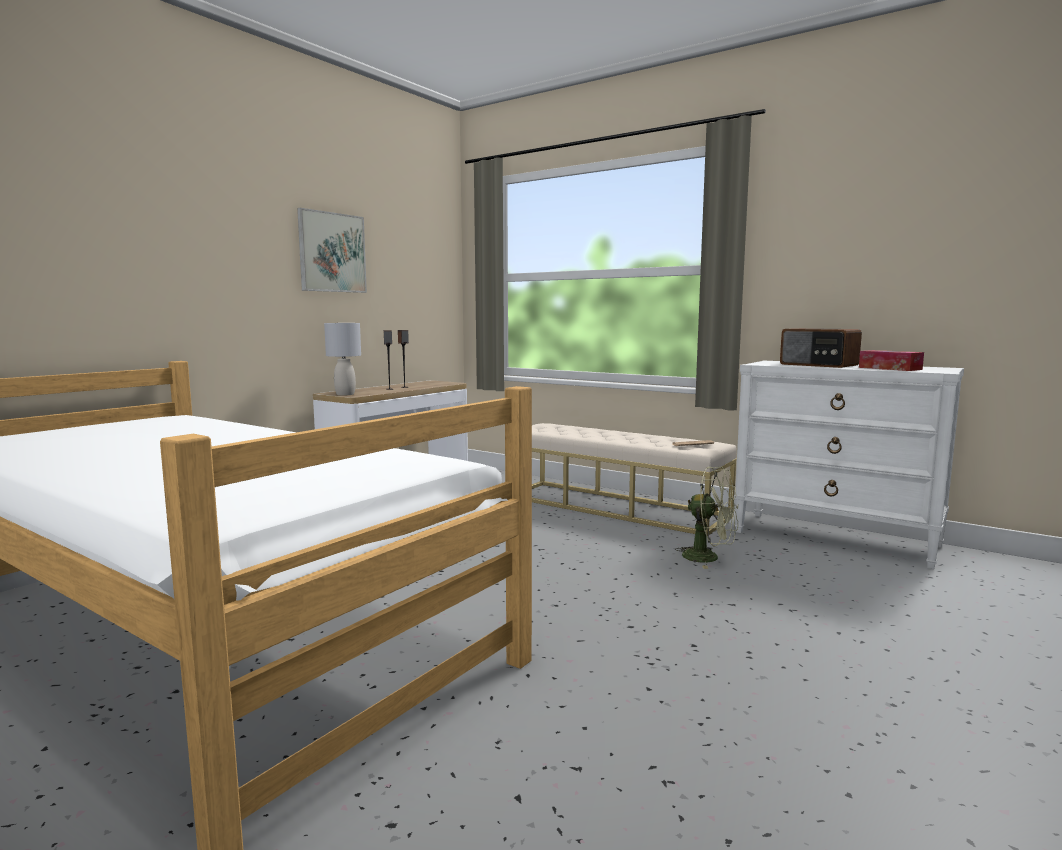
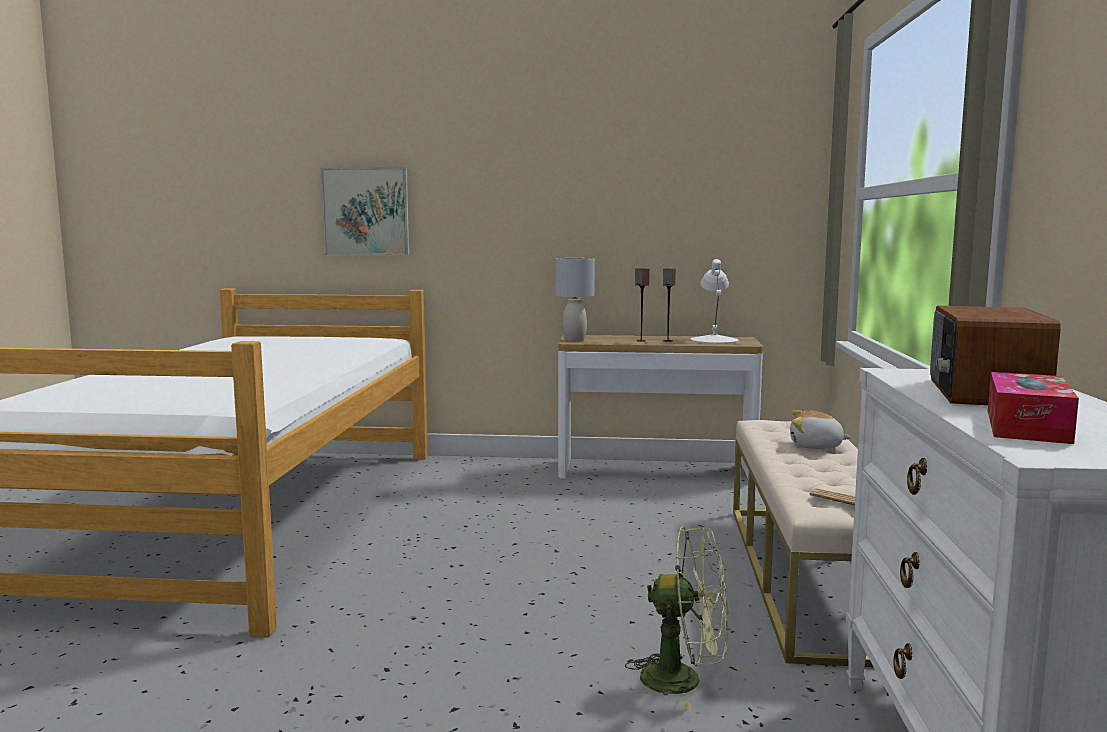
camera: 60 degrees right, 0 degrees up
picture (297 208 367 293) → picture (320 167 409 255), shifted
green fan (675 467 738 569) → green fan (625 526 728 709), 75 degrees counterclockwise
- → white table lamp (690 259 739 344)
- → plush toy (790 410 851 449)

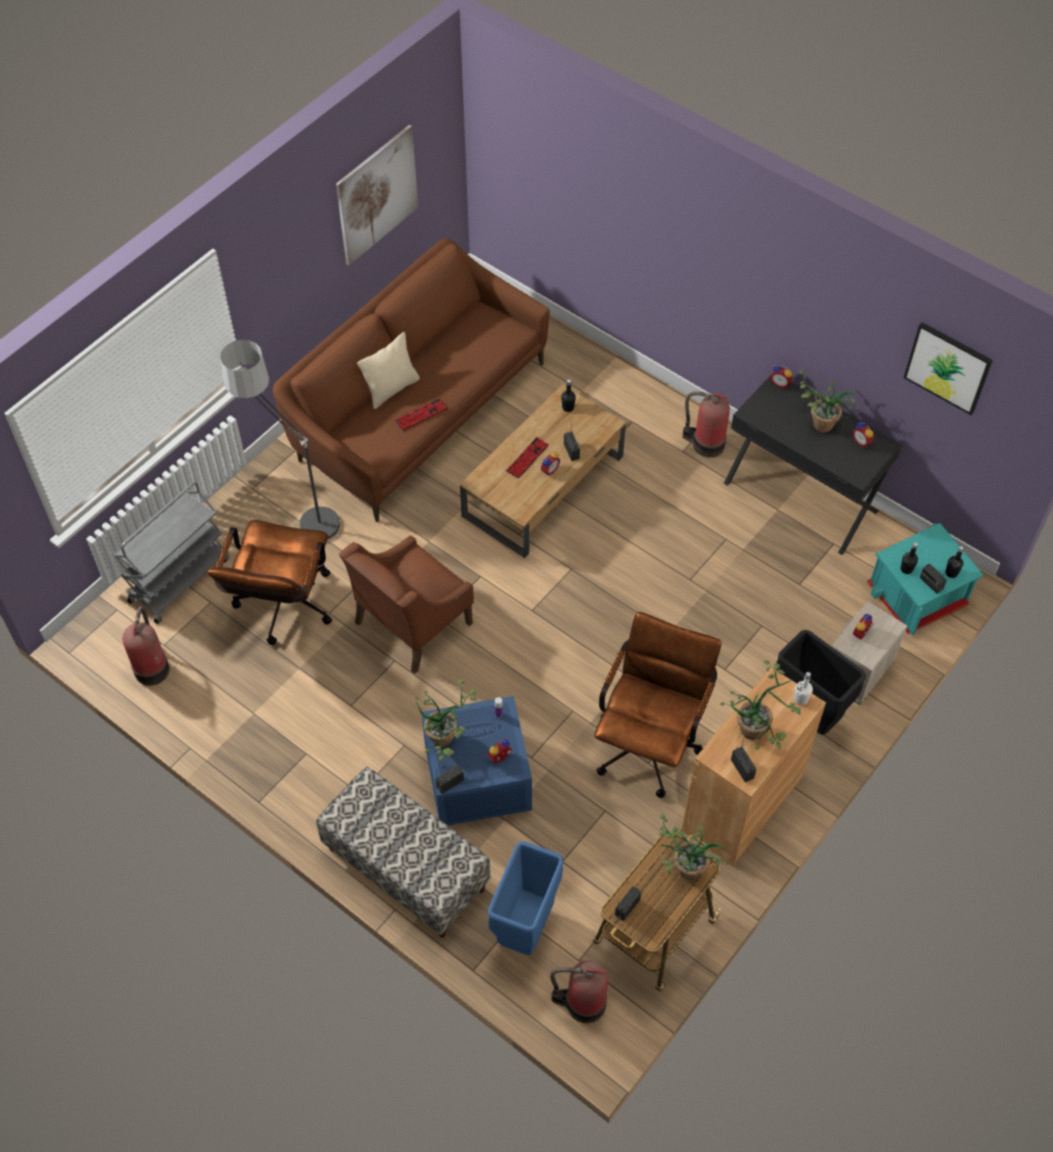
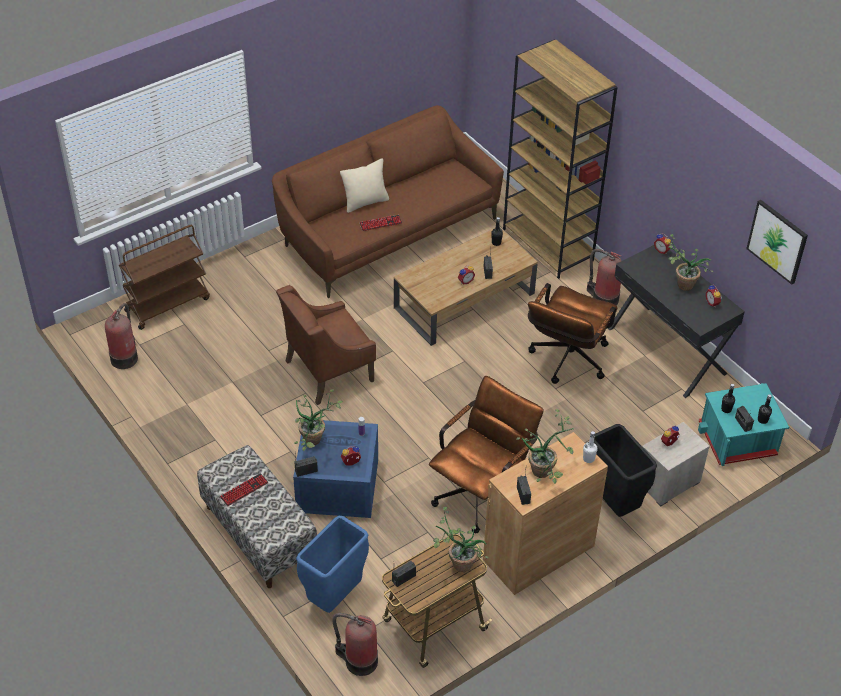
camera: 15 degrees right, 10 degrees down
picture (336 125 418 265) → -
floor lamp (220 340 340 542) → -
keyboard (506 437 549 479) → keyboard (220 473 268 506), shifted
grey cart (114 482 229 624) → brown cart (119 225 210 330)
brown office chair (207 520 332 645) → brown office chair (528 283 617 384), shifted
- → brown bookcase (503 40 618 279)

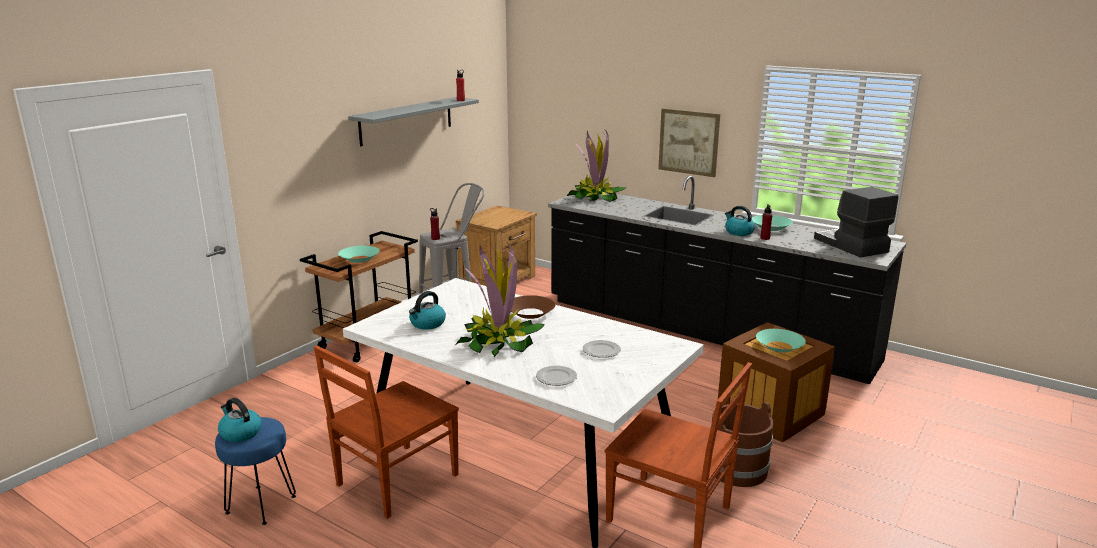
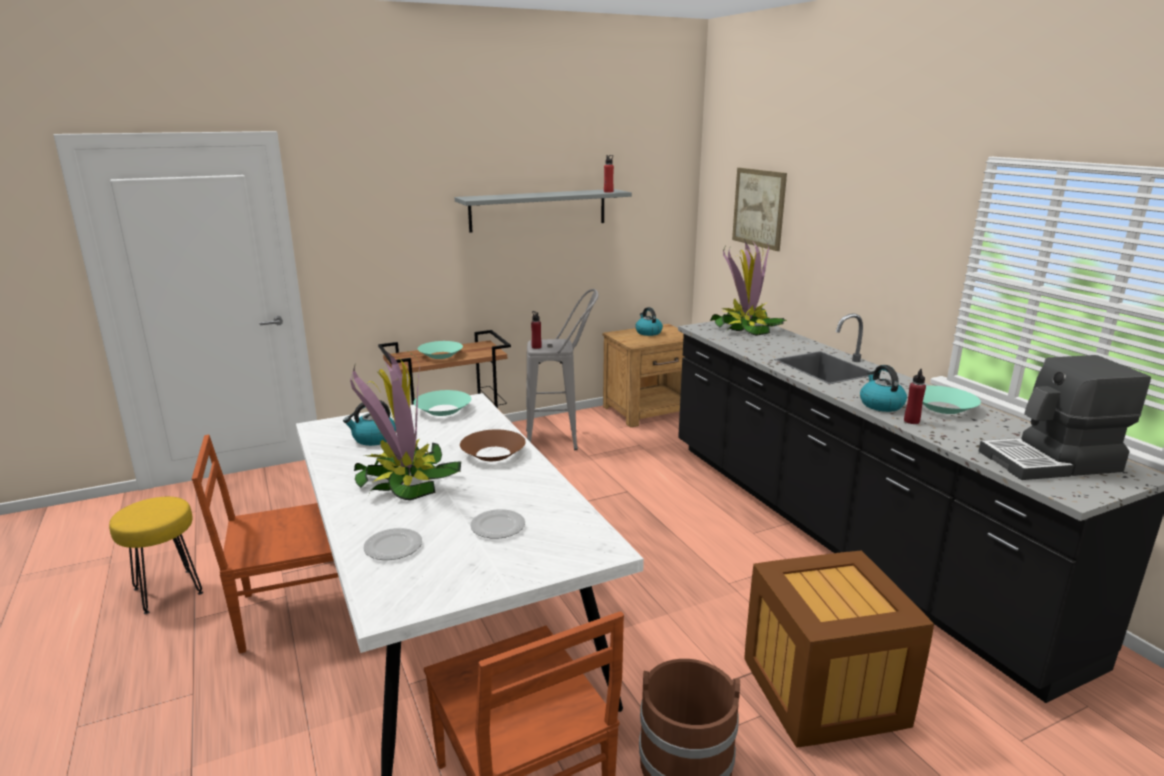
camera: 30 degrees right, 0 degrees up
picture (658 108 720 177) → picture (732 168 787 251), shifted
coffee machine (814 187 899 257) → coffee machine (979 355 1151 480), 105 degrees counterclockwise
turquoise bowl (756 329 806 352) → turquoise bowl (413 390 471 416), shifted
kettle (218 398 261 442) → kettle (635 307 663 336), shifted
blue stool (215 417 296 525) → yellow stool (109 497 203 614)

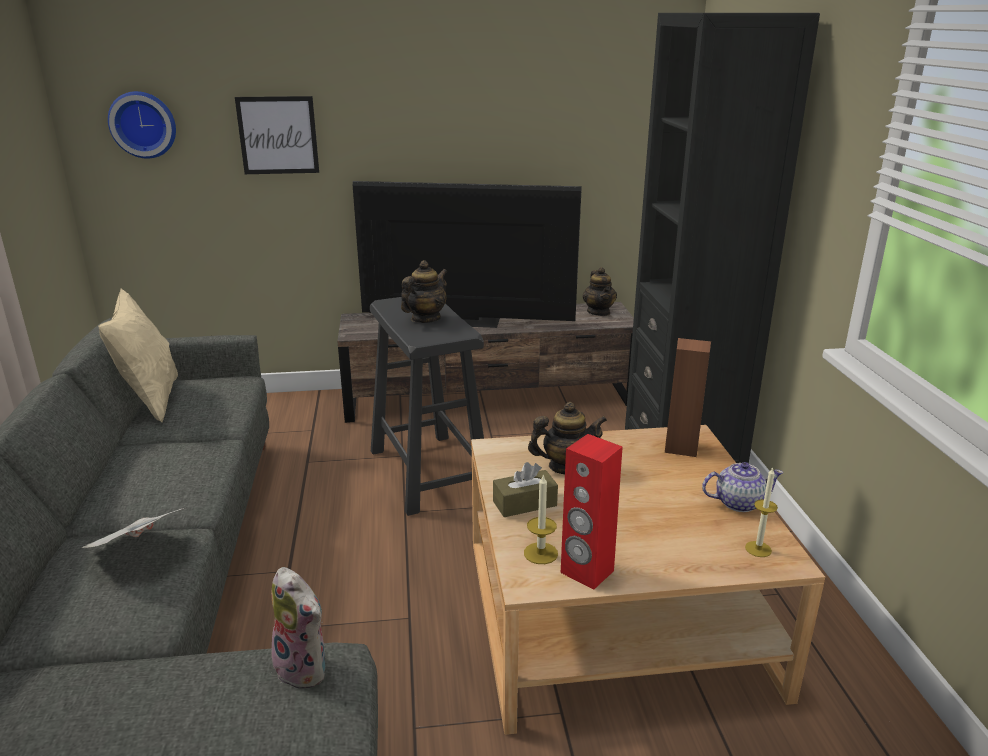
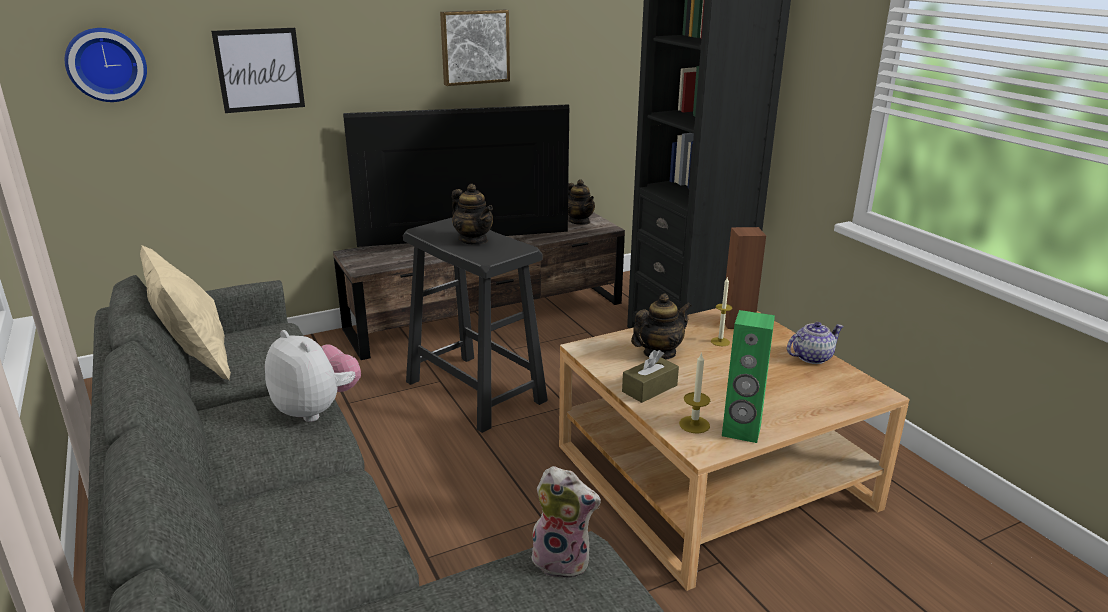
camera: 20 degrees left, 0 degrees up
teapot (401 260 447 323) → teapot (452 184 493 245), 120 degrees clockwise
red speaker (561 434 622 589) → green speaker (722 310 775 443)
candle (745 467 778 557) → candle (711 276 732 346), shifted
newspaper (82 508 185 548) → -
- → picture (440 10 510 86)
- → plush toy (265 330 361 422)

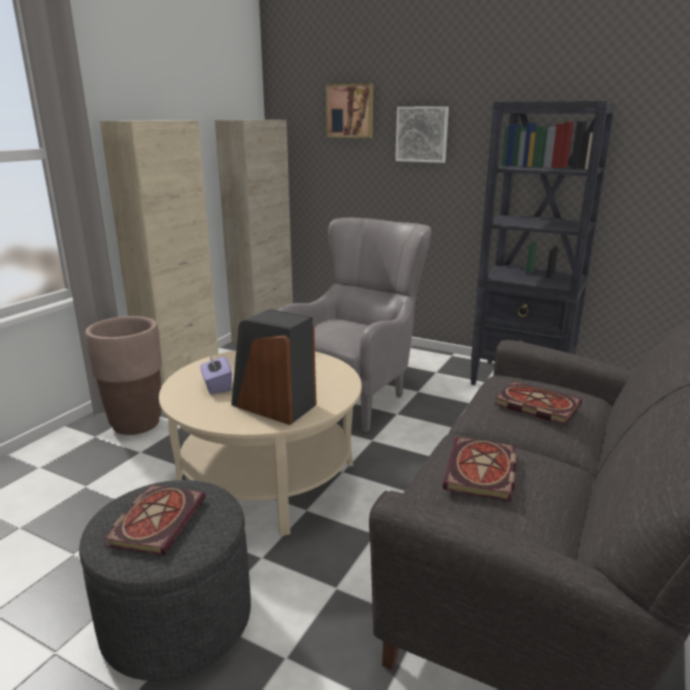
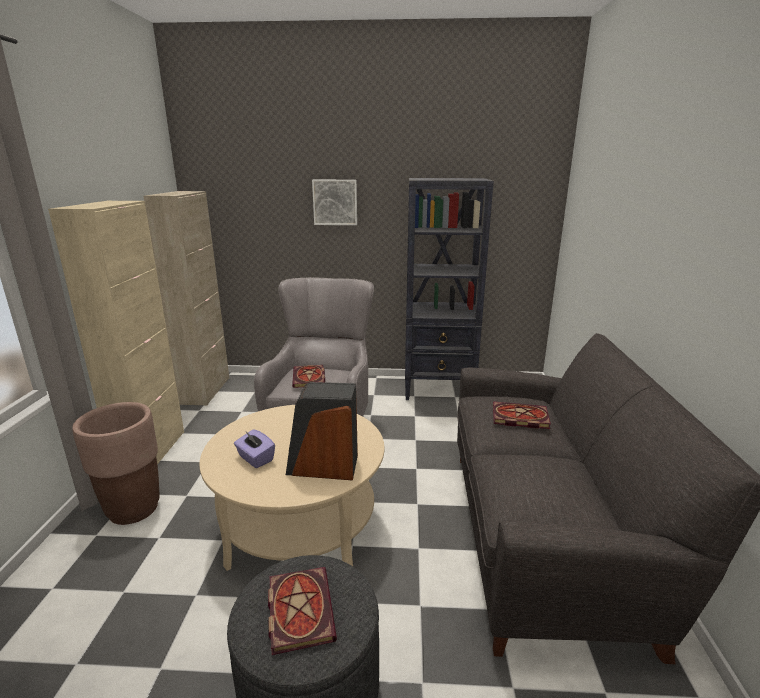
camera: 25 degrees left, 0 degrees up
picture (326 83 373 138) → -
book (443 437 516 502) → book (292 365 325 388), shifted

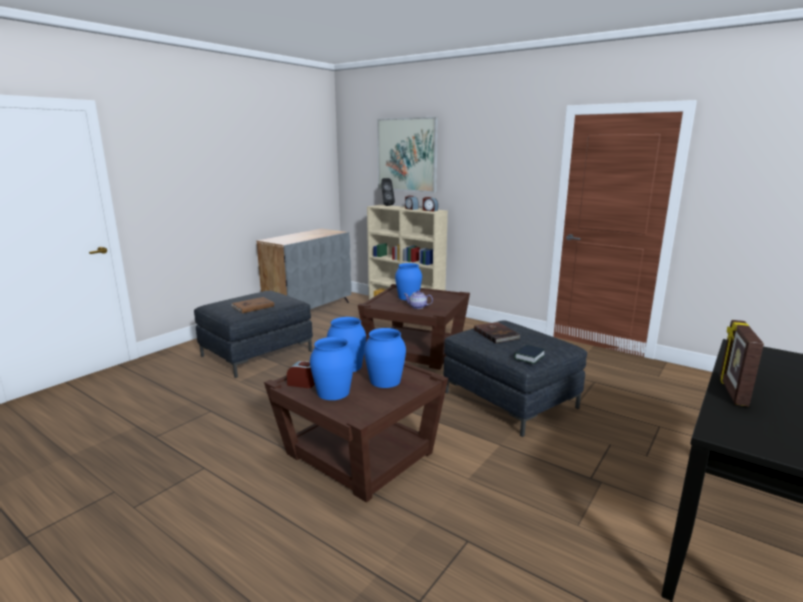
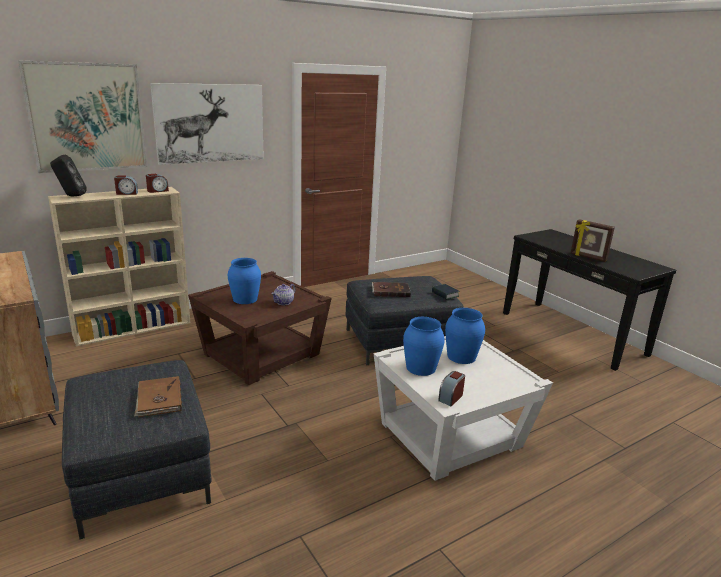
camera: 70 degrees left, 5 degrees up
blue vase (310 337 354 400) → -
brown side table (264 355 448 503) → white side table (373 336 553 481)
- → picture (150 83 264 165)

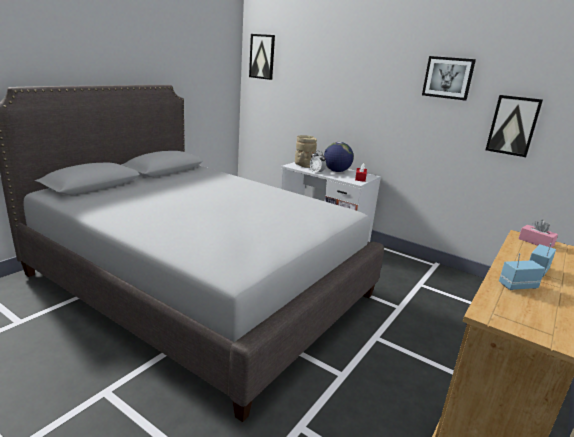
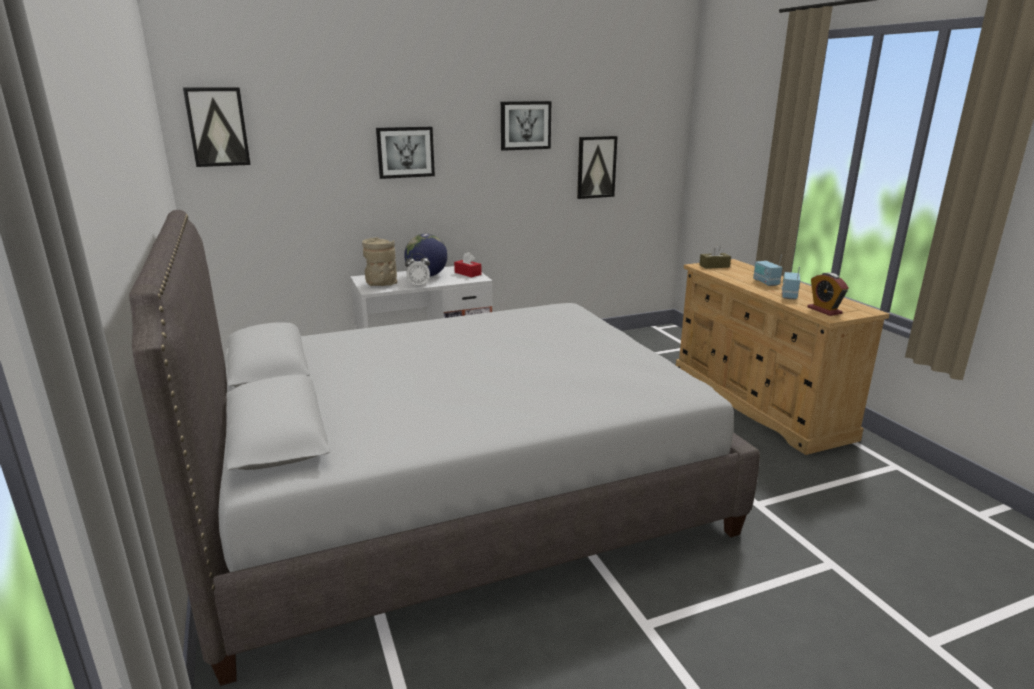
camera: 55 degrees left, 0 degrees up
pink tissue box (518 220 558 248) → brown tissue box (699 244 731 269)
- → picture (376 127 435 179)
- → alarm clock (807 272 849 316)

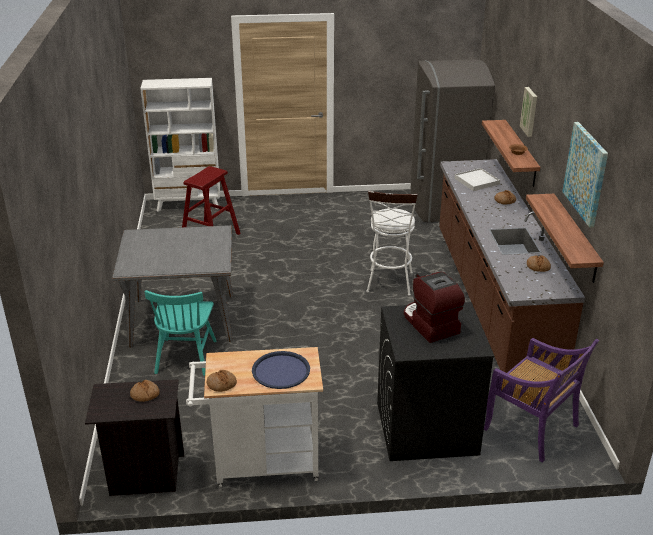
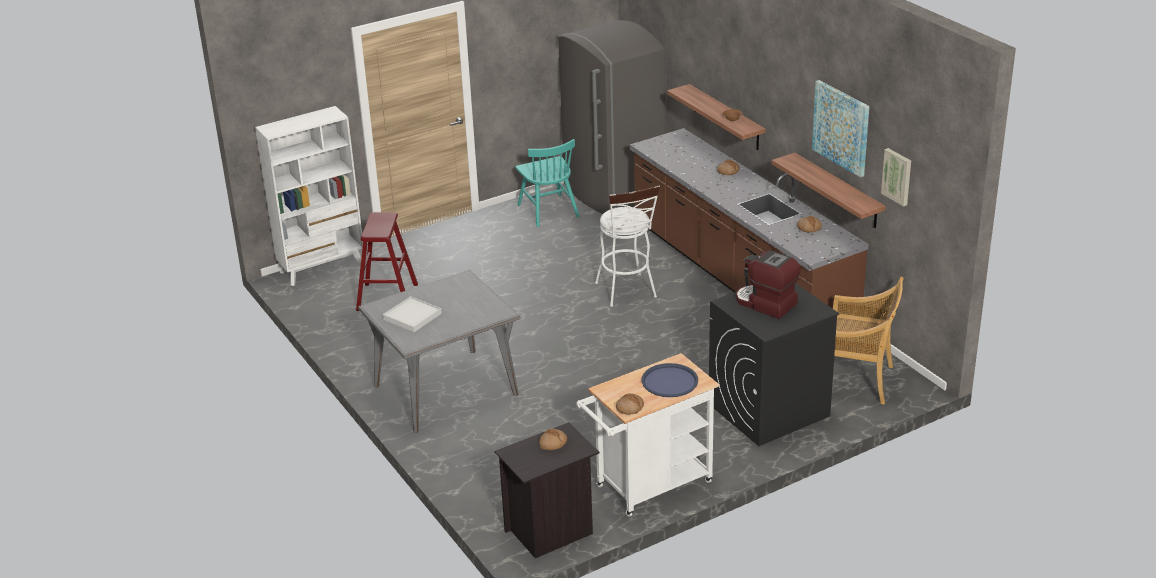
camera: 25 degrees left, 0 degrees up
picture (520 87 537 137) → picture (881 148 911 207), shifted
white tray (454 168 500 191) → white tray (383 296 442 332), shifted
turquoise chair (145 290 216 376) → turquoise chair (515 139 580 227), shifted
purple chair (484 338 599 462) → beige chair (833 277 904 405)

